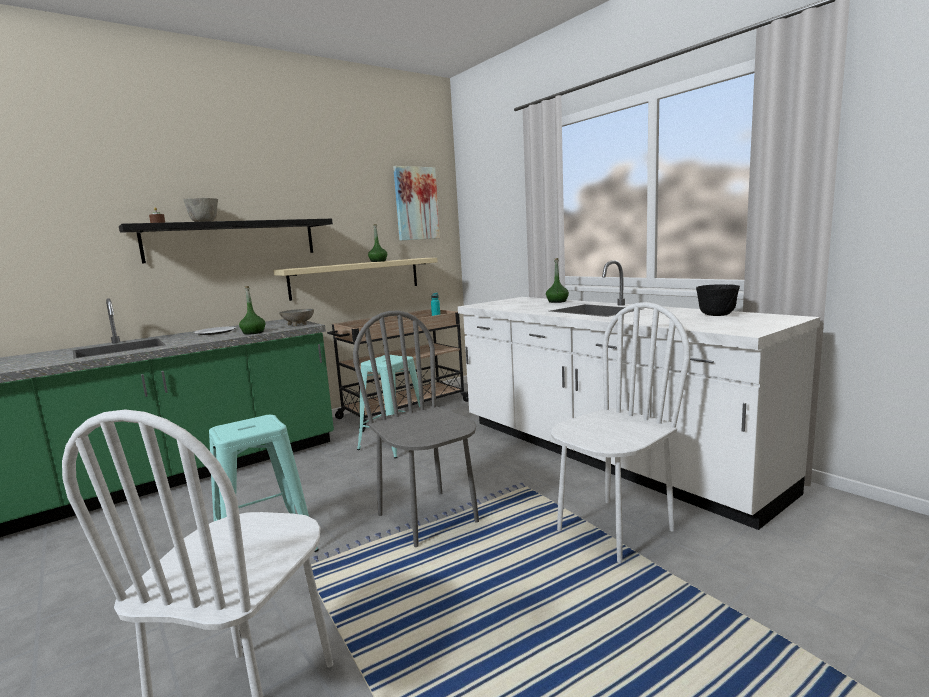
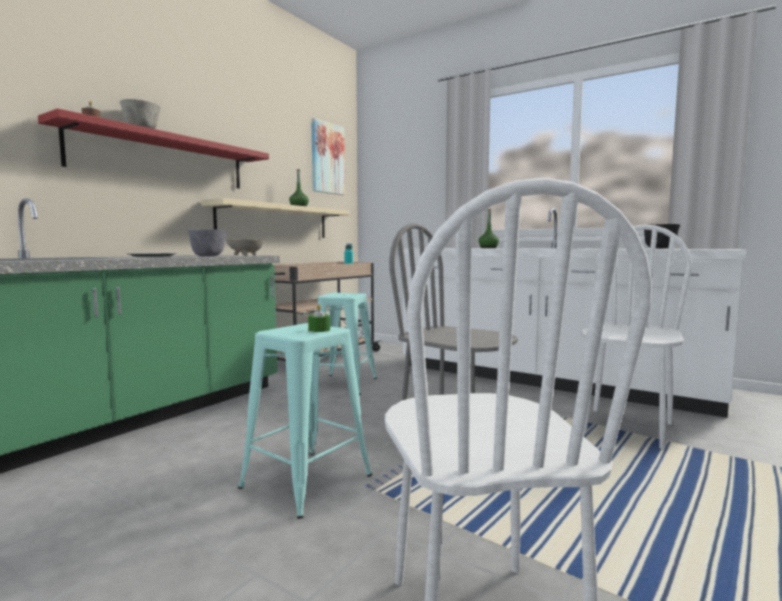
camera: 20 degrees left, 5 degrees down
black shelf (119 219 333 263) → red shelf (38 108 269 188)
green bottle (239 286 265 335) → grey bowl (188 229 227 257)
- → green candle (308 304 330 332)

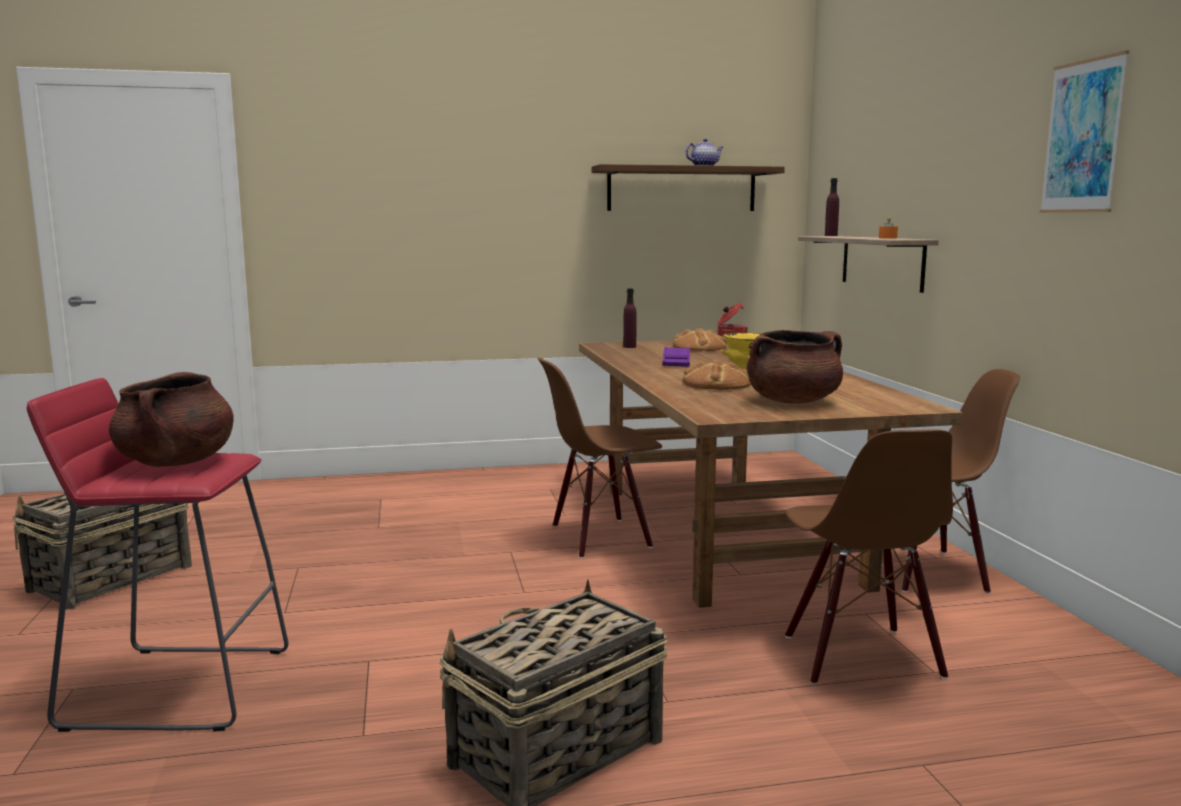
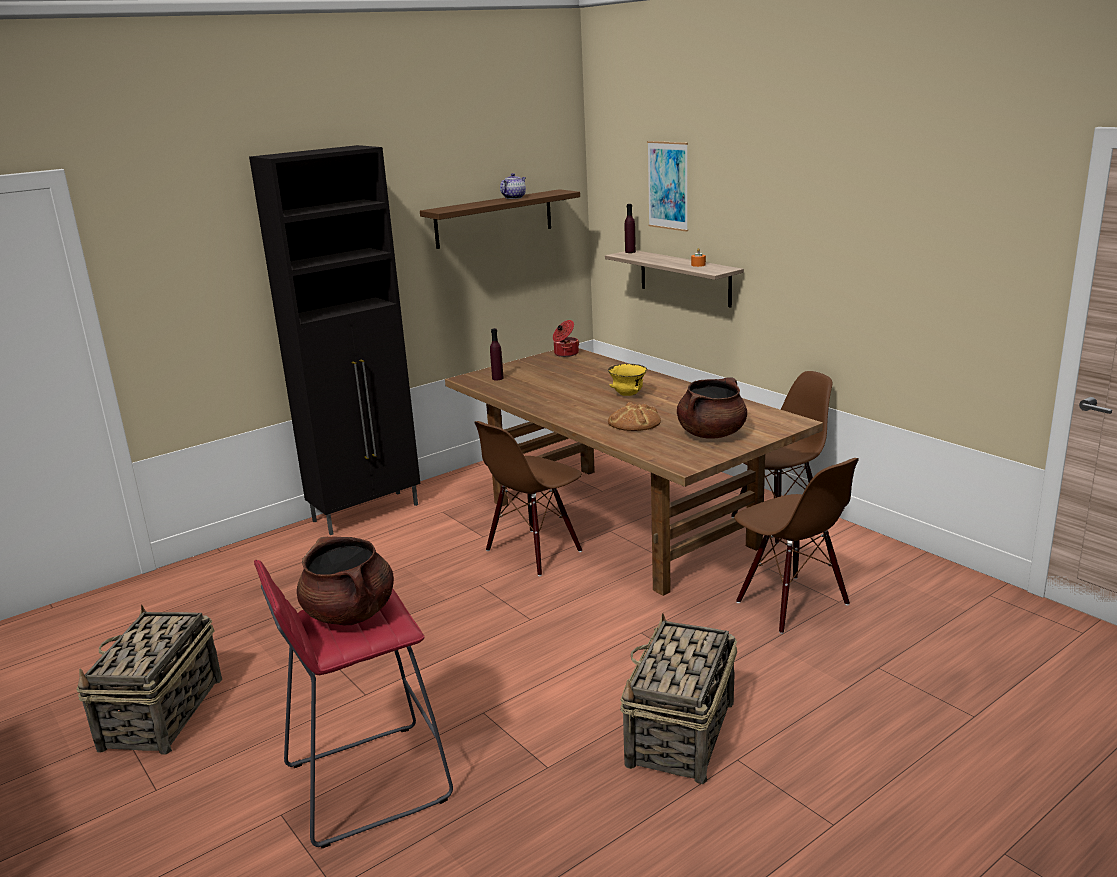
camera: 25 degrees left, 10 degrees up
picture (1039 50 1129 213) → picture (647 141 688 232), shifted
bread (673 328 726 351) → -
purple tray (662 347 690 367) → -
- → black cabinet (249 145 421 535)

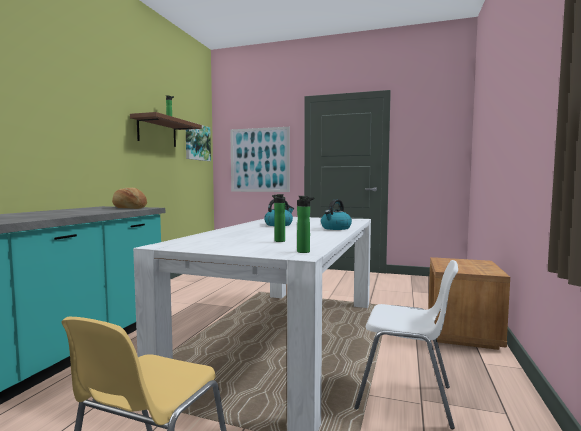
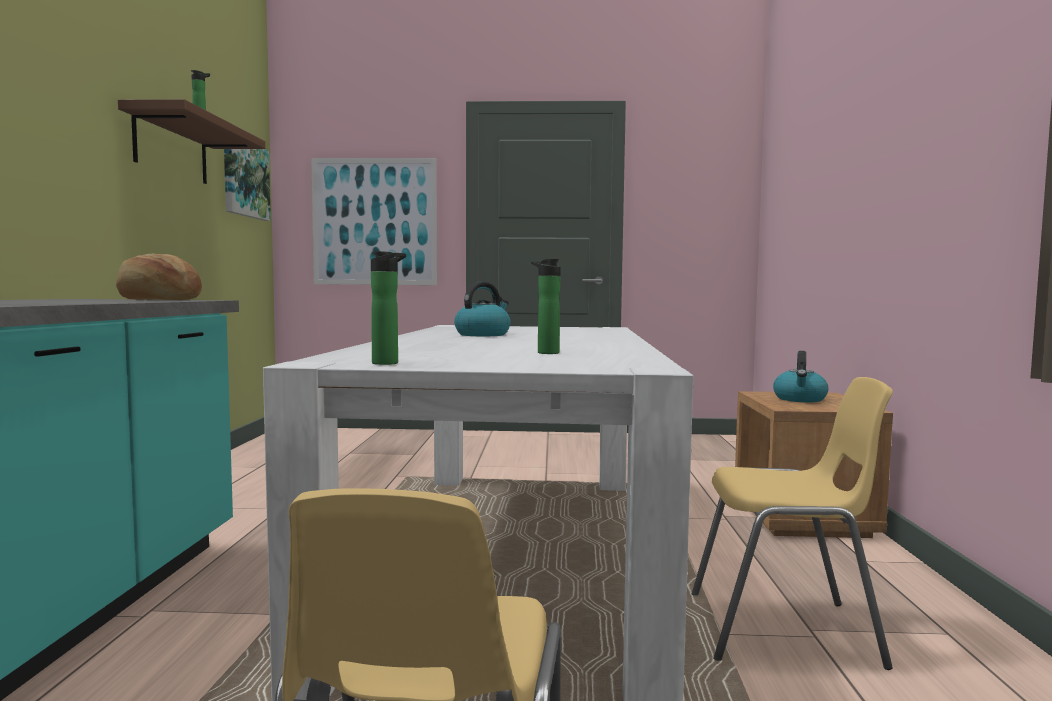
camera: 15 degrees left, 0 degrees up
bottle (297 196 315 253) → bottle (371 251 406 365), shifted
kettle (321 199 352 230) → kettle (773 351 829 402), shifted
white chair (354 260 458 429) → yellow chair (692 377 893 670)

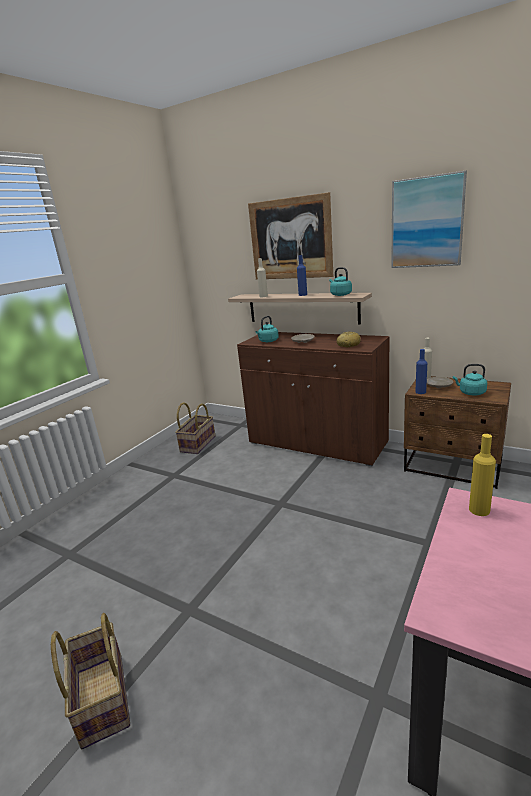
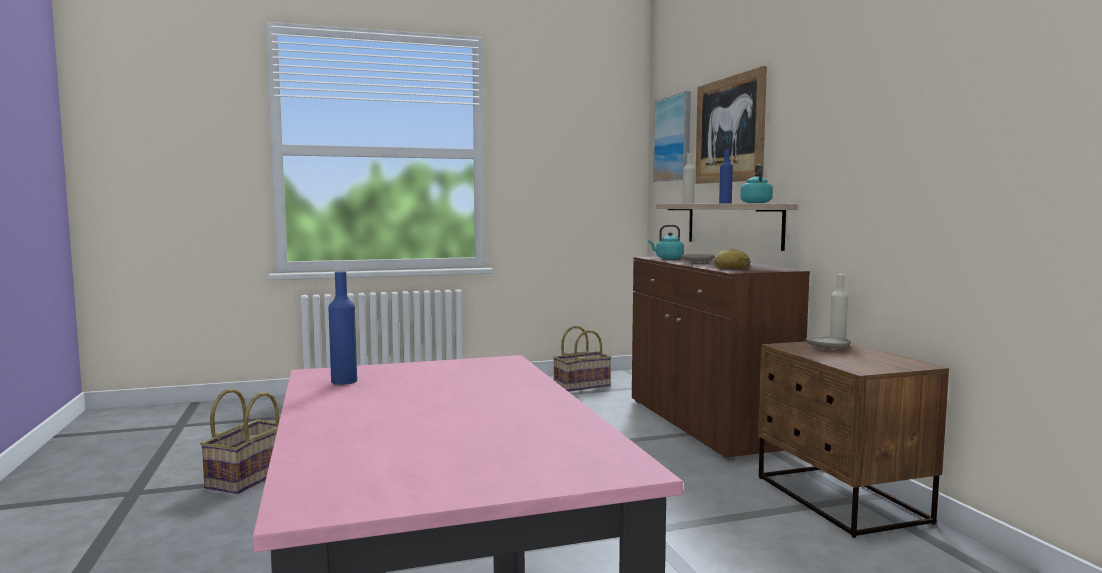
camera: 40 degrees right, 15 degrees down
picture (391 171 467 268) → picture (653 91 691 182), shifted
blue bottle (415 349 427 394) → blue bottle (328 271 357 385), shifted
turquoise kettle (453 364 487 395) → -
yellow bottle (469 434 496 516) → -

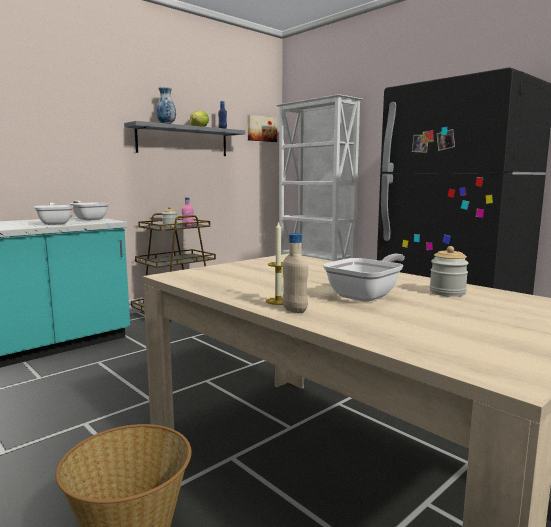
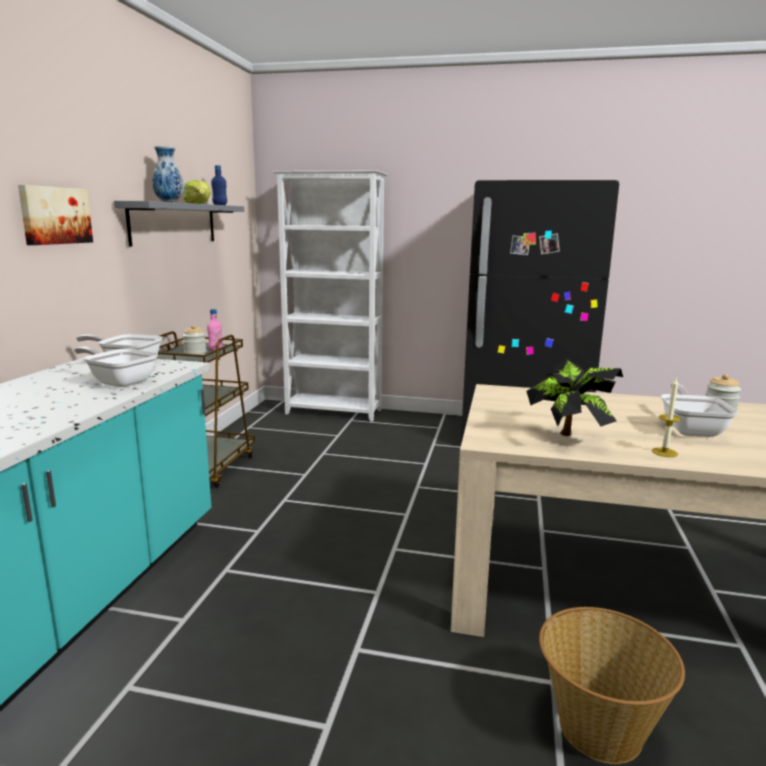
camera: 35 degrees left, 5 degrees up
picture (248 115 277 142) → picture (18 185 93 245), shifted
beige bottle (282 233 308 313) → -
- → potted plant (526 359 623 436)

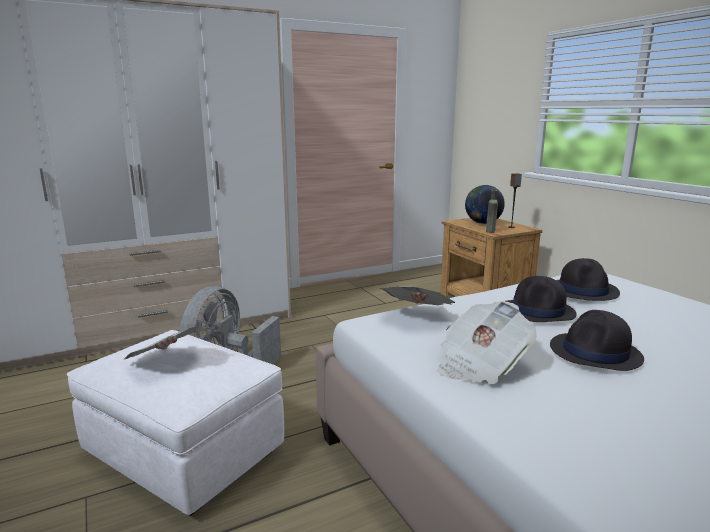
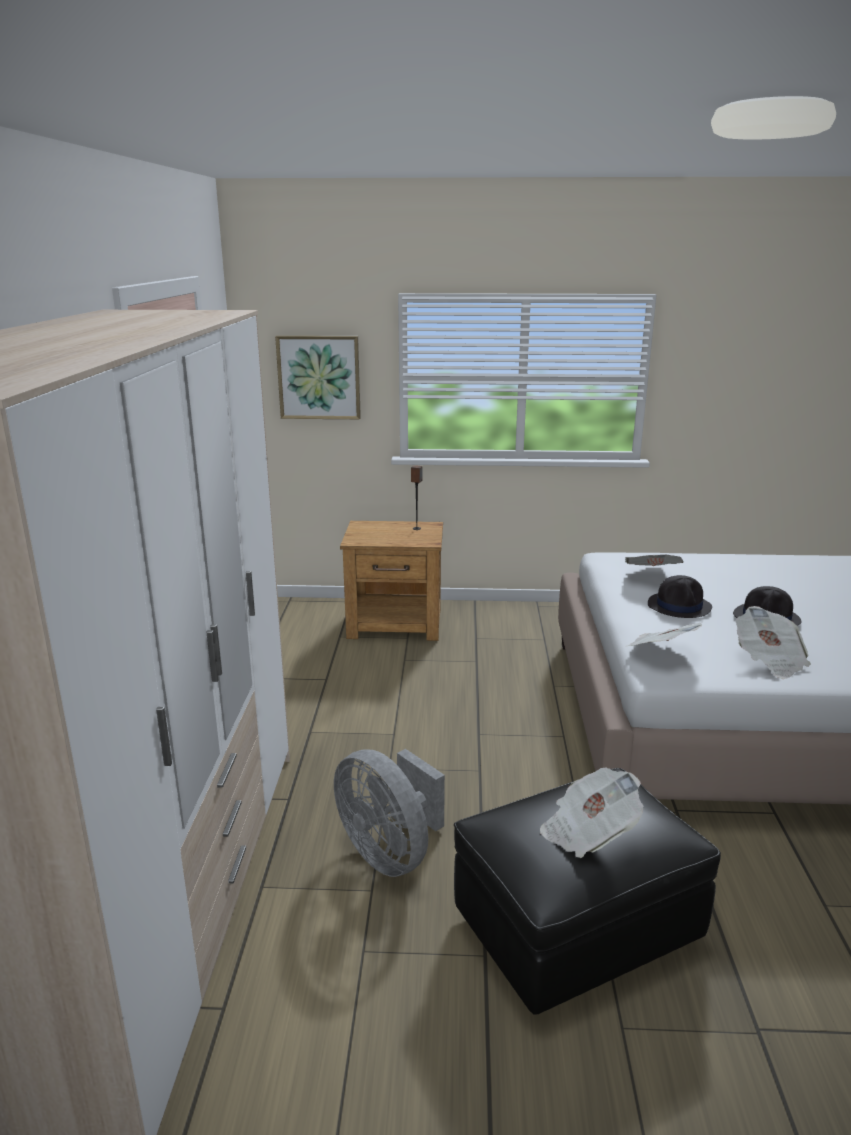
camera: 60 degrees left, 5 degrees up
globe (465 185 505 224) → -
brown bottle (486 190 498 233) → -
black hat (557 258 620 301) → newspaper (625 555 683 566)
white ottoman (67 330 284 516) → black ottoman (454 768 721 1014)
- → picture (275 335 361 419)

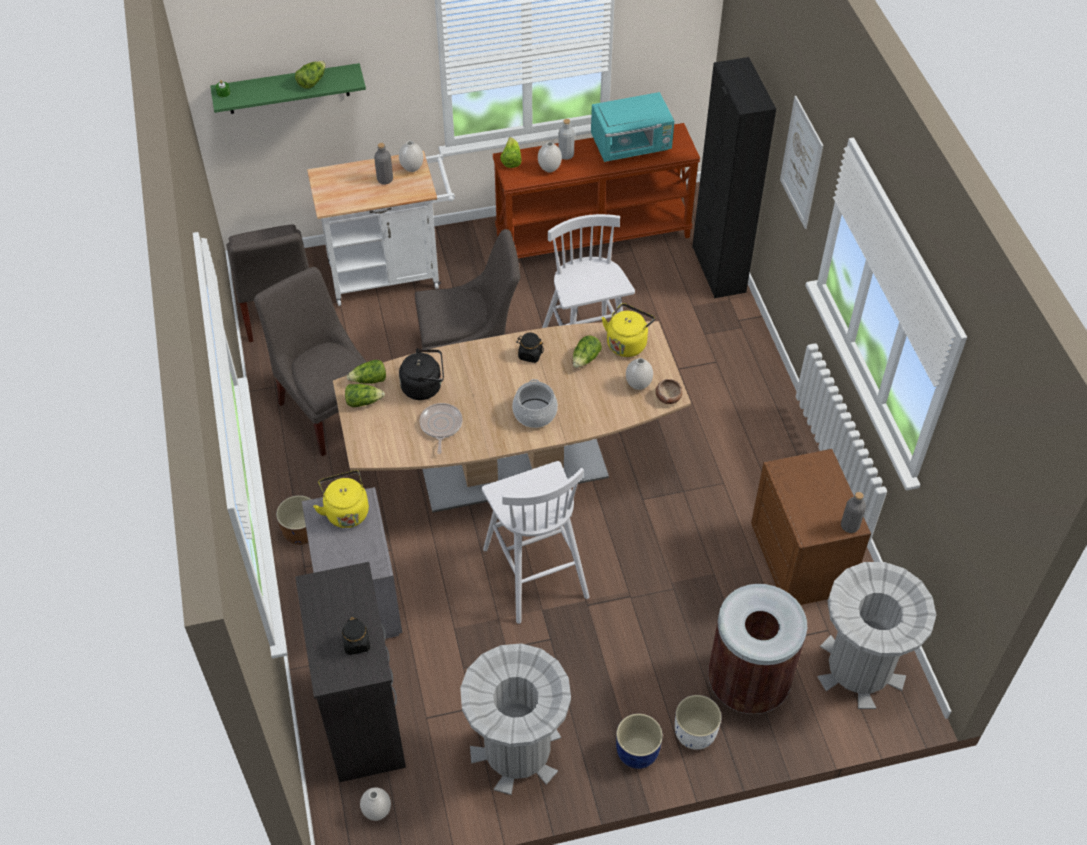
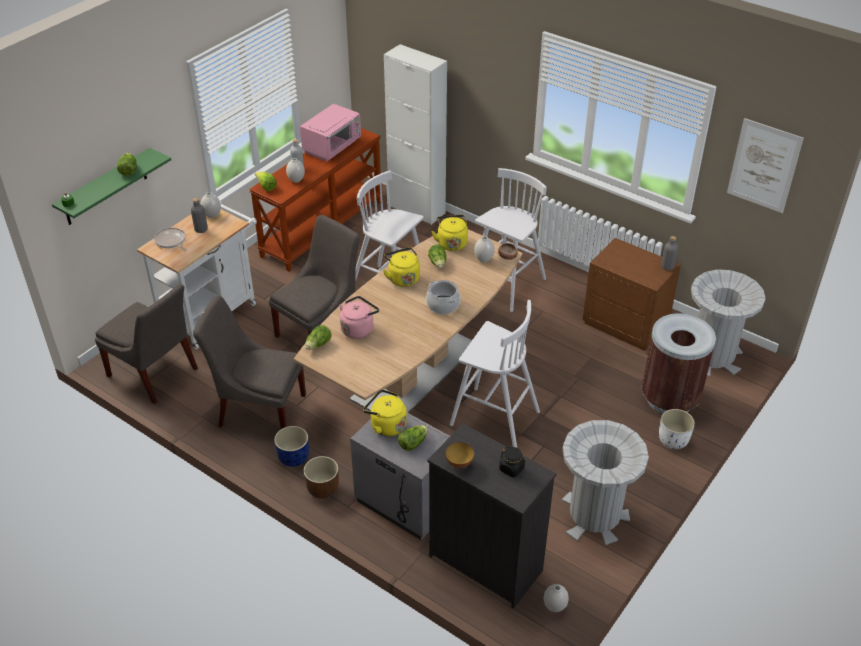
camera: 40 degrees left, 10 degrees down
black cabinet (692 57 776 298) → white cabinet (384 44 447 225)
turquoise microwave (591 92 674 162) → pink microwave (300 104 361 162)
picture (780 96 823 229) → picture (727 118 804 213), shifted
black jar (516 333 544 363) → yellow kettle (383 247 420 287)
black kettle (399 348 444 400) → pink kettle (339 296 379 339)
lettuce (345 384 385 407) → lettuce (398 425 428 451), shifted
frying pan (420 403 463 454) → frying pan (154 228 187 251), shifted
blue planter (616 714 663 769) → blue planter (274 426 309 467), shifted
- → white stool (475 168 547 312)
- → bowl (446 442 474 468)

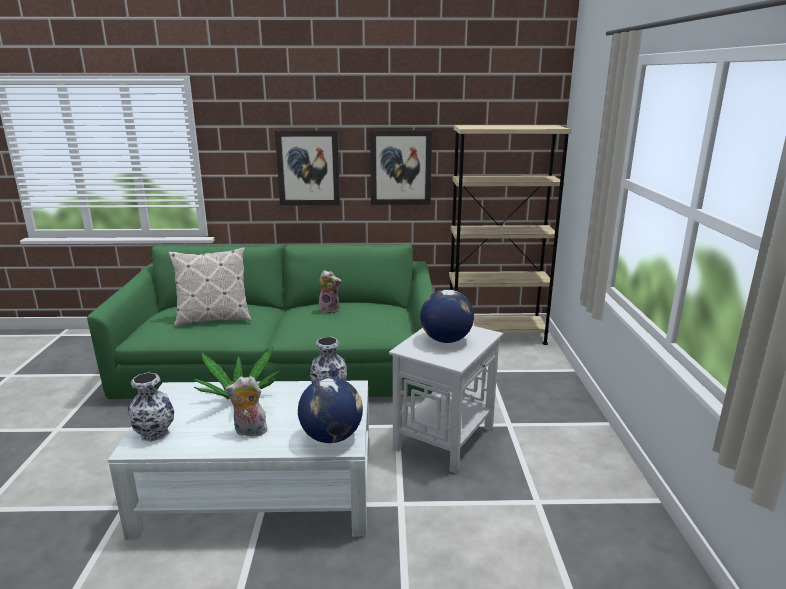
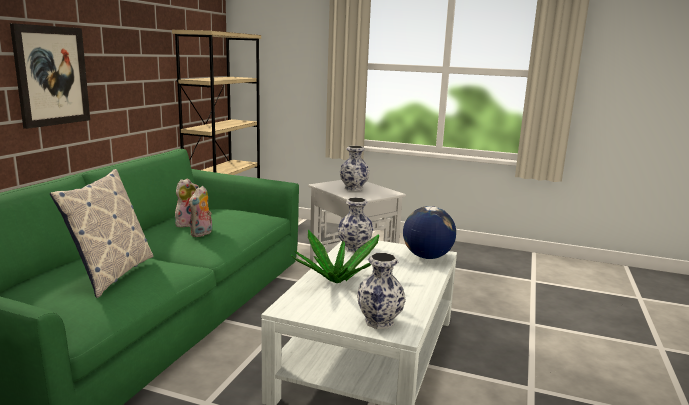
camera: 70 degrees left, 5 degrees down
picture (370 130 432 205) → -
globe (420 289 474 343) → vase (340 146 370 191)
plush toy (225 376 268 436) → plush toy (189 186 212 237), shifted

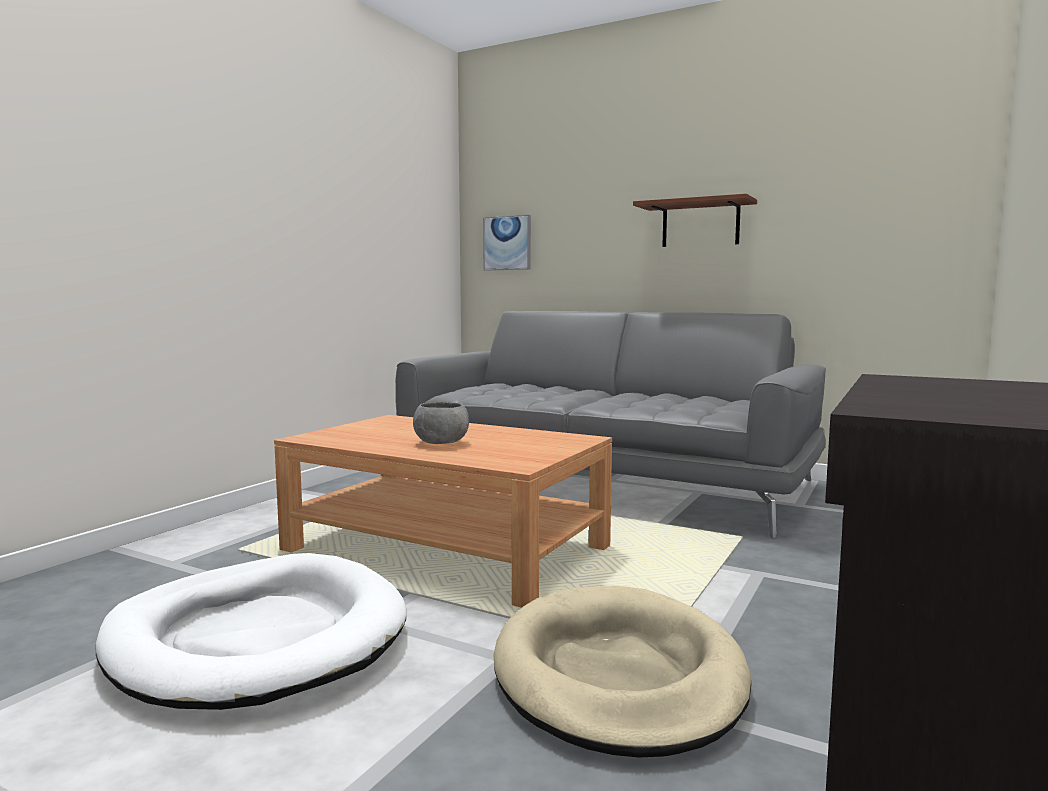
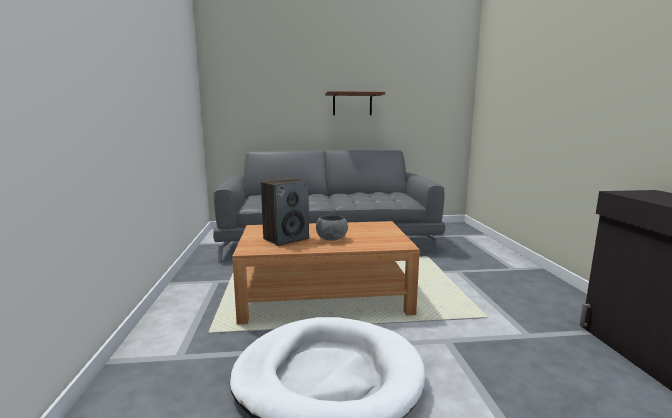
camera: 35 degrees left, 5 degrees up
picture (483 215 531 270) → -
beige dog bed (494 585 751 757) → -
- → speaker (261 178 309 246)

